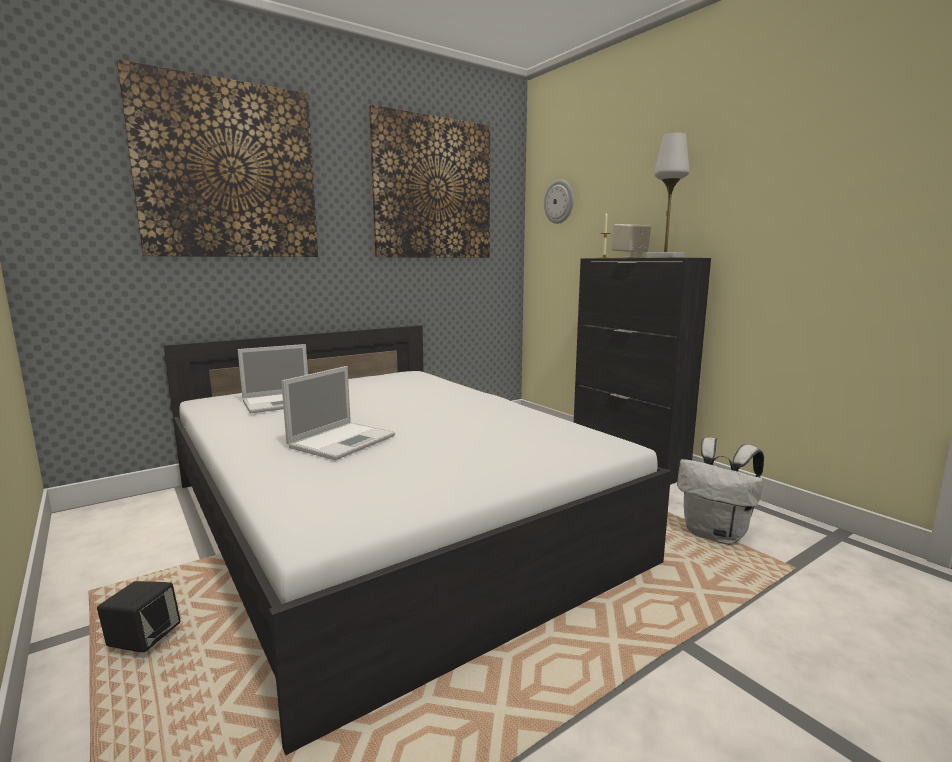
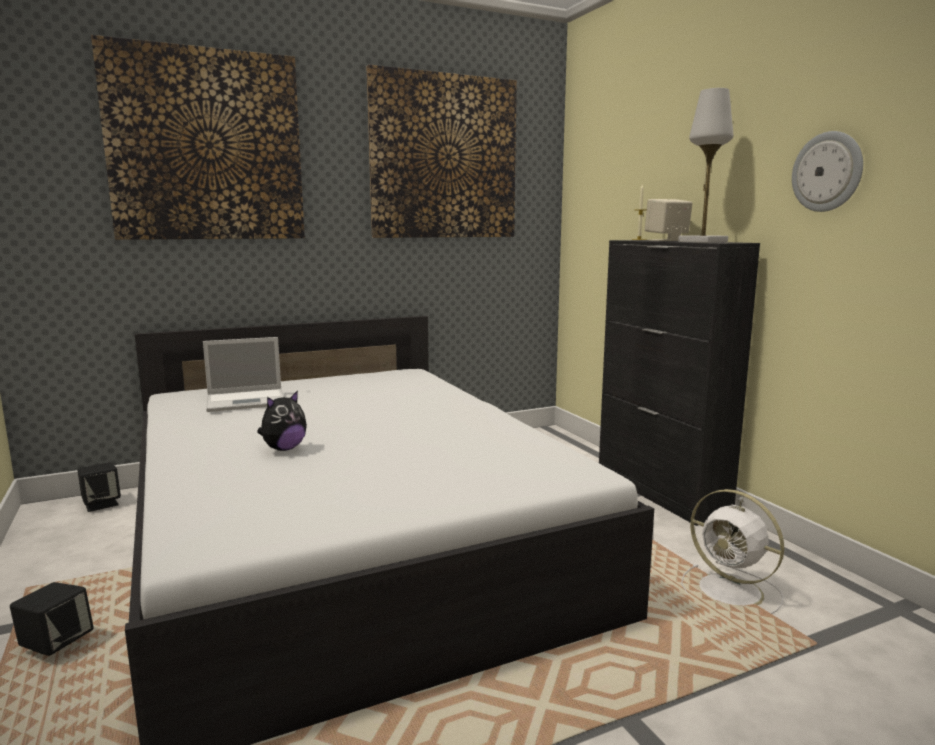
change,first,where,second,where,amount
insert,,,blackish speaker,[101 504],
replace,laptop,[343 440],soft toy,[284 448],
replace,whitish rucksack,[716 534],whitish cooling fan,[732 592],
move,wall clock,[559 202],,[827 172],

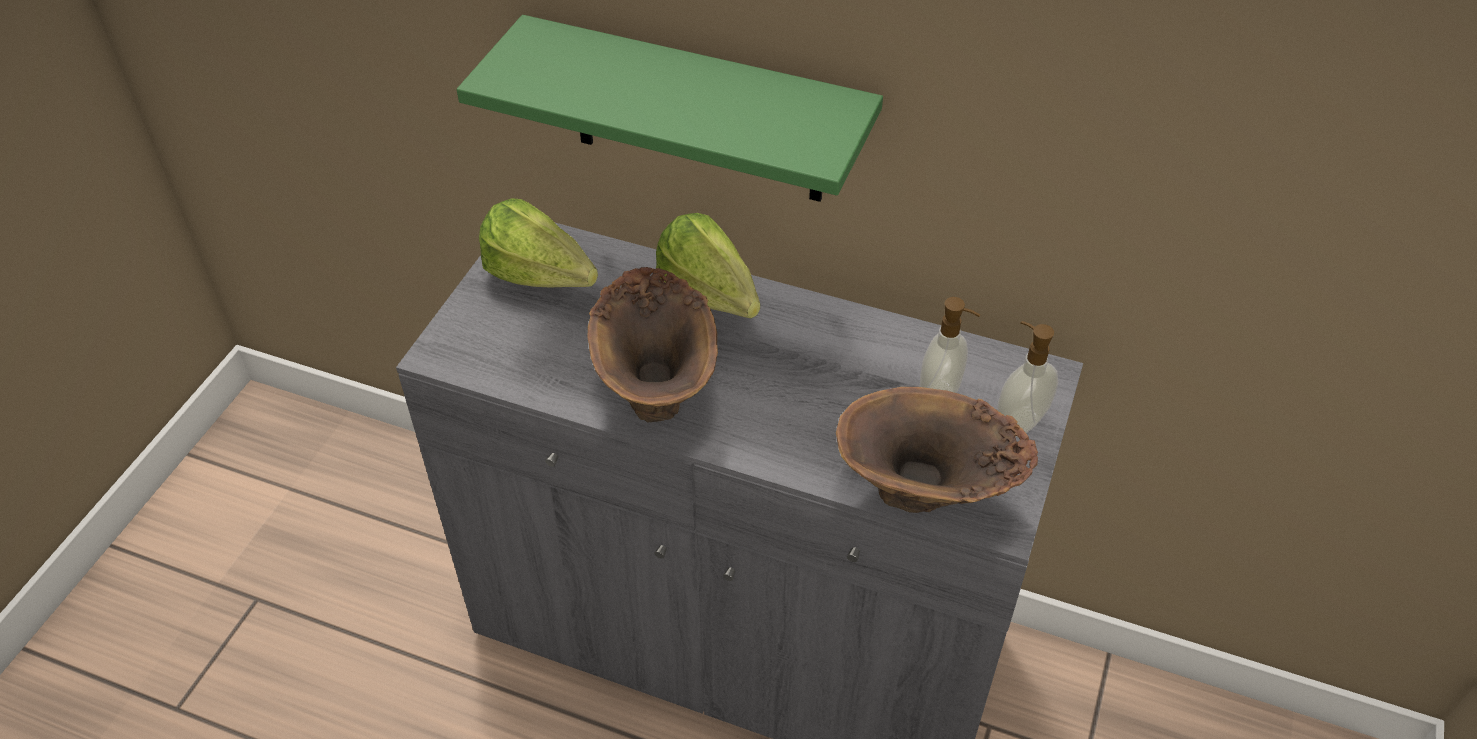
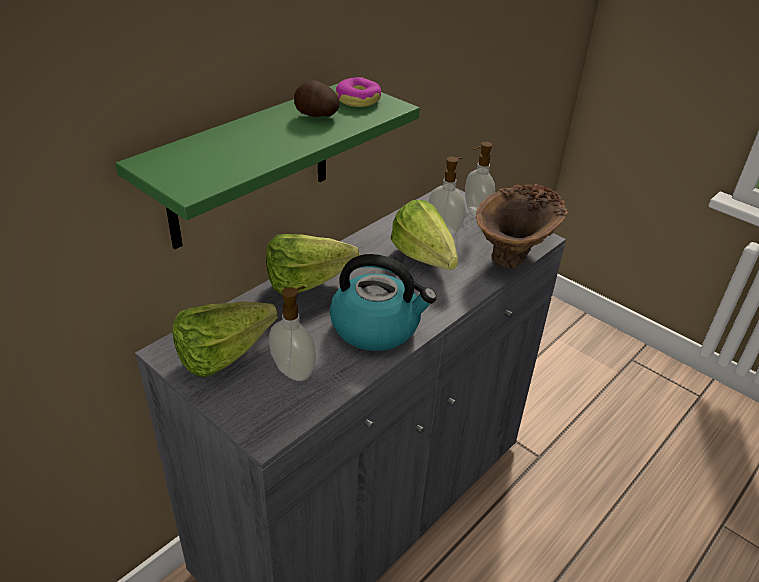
change,first,where,second,where,amount
insert,,,soap dispenser,[294 370],
insert,,,potato,[316 116],
replace,brownish vase,[658 389],water kettle,[377 327],
insert,,,donut,[358 100],
insert,,,lettuce head,[426 262],

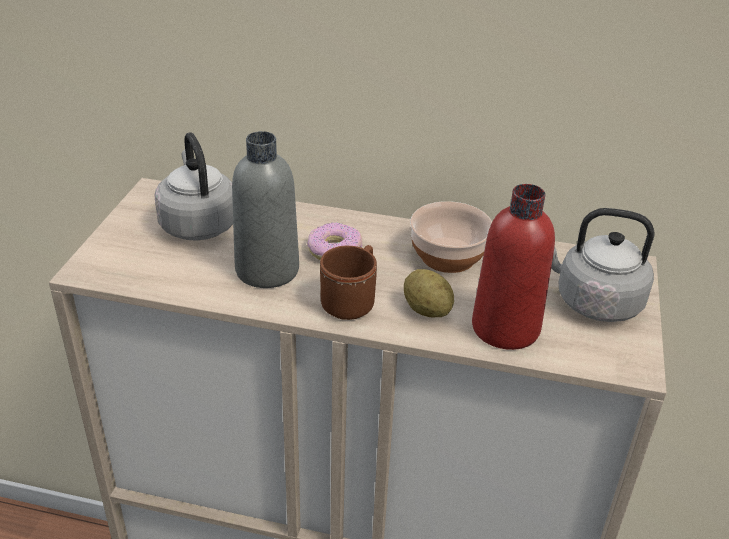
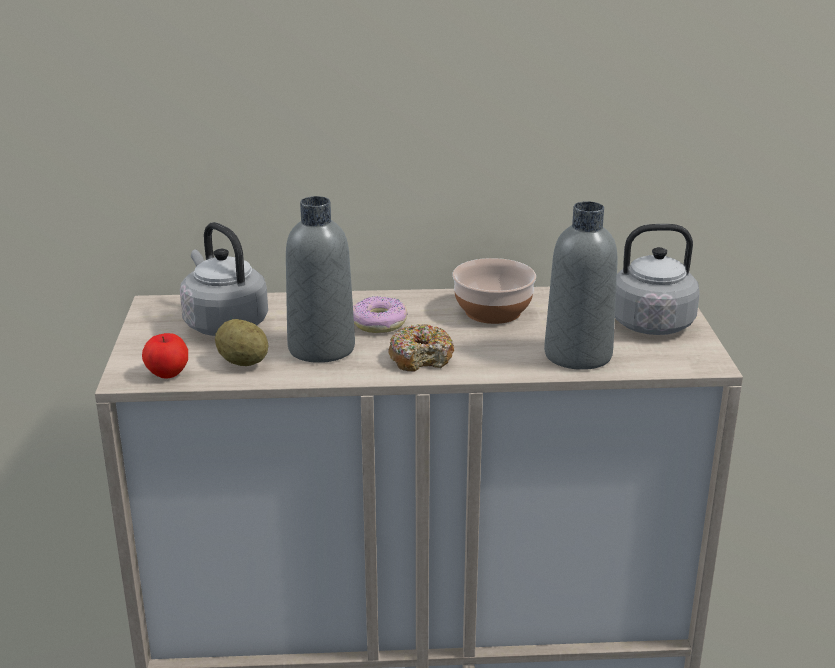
change,first,where,second,where,amount
insert,,,apple fruit,[168 373],
move,potato,[426 310],,[243 362],
replace,brownish mug,[352 300],donut,[421 358],
recolor,red drink bottle,[505 328],gray drink bottle,[578 355],

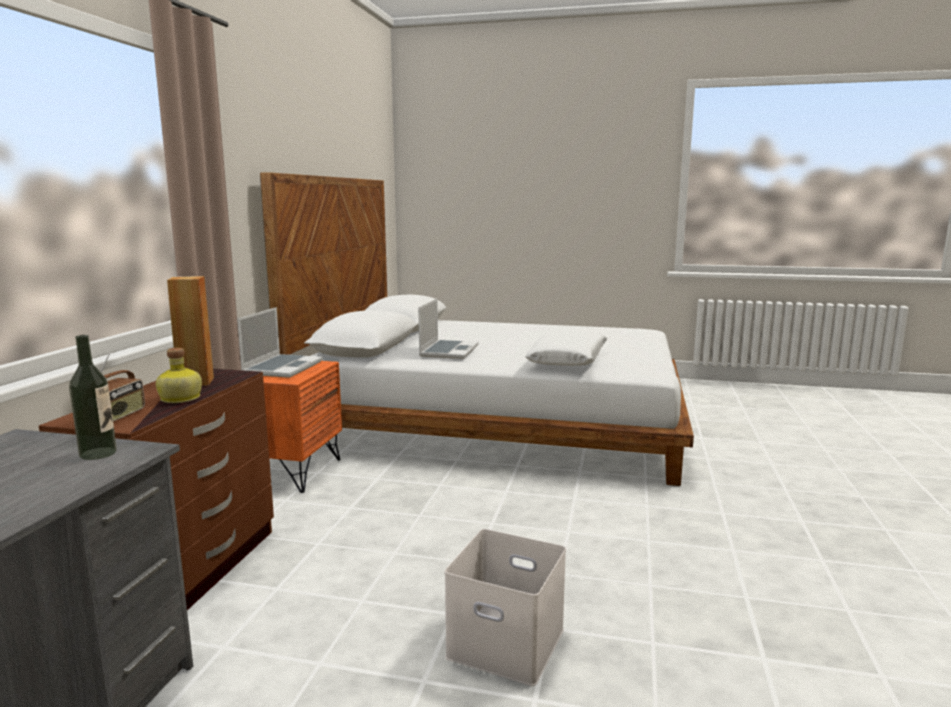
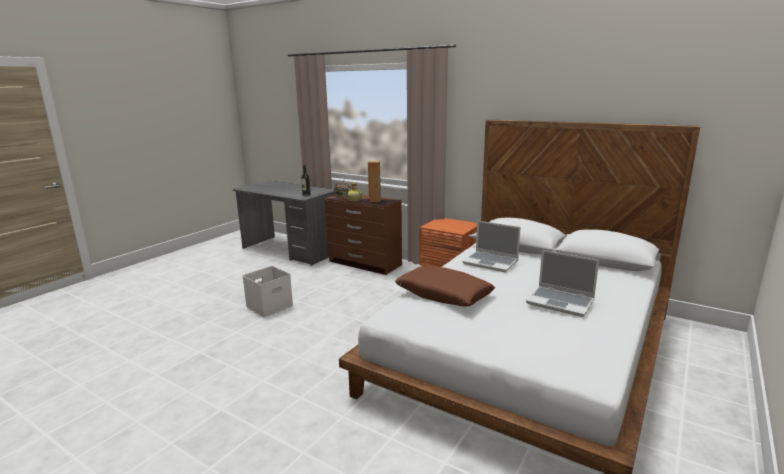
change,first,where,second,where,amount
recolor,whitish cushion,[568 359],brownish cushion,[443 294],
move,laptop,[282 367],,[561 302],

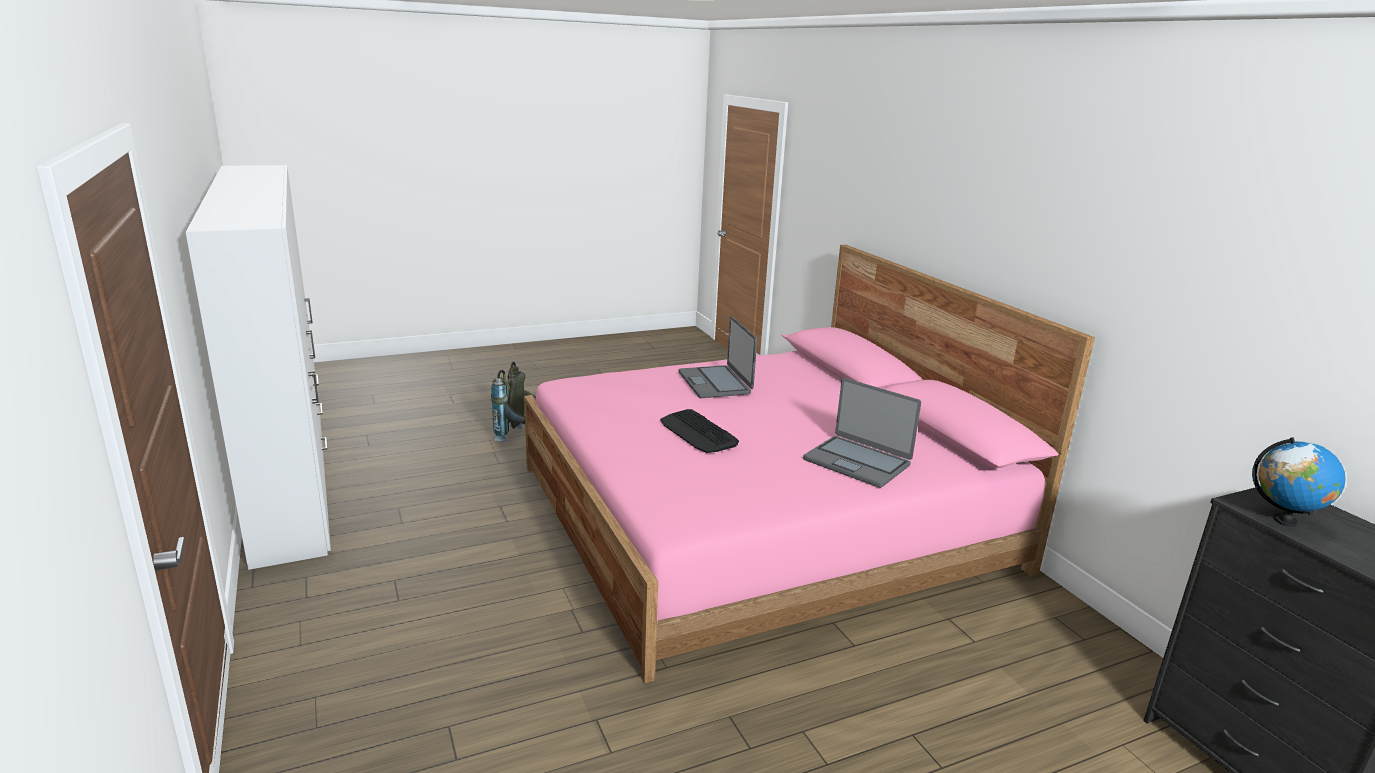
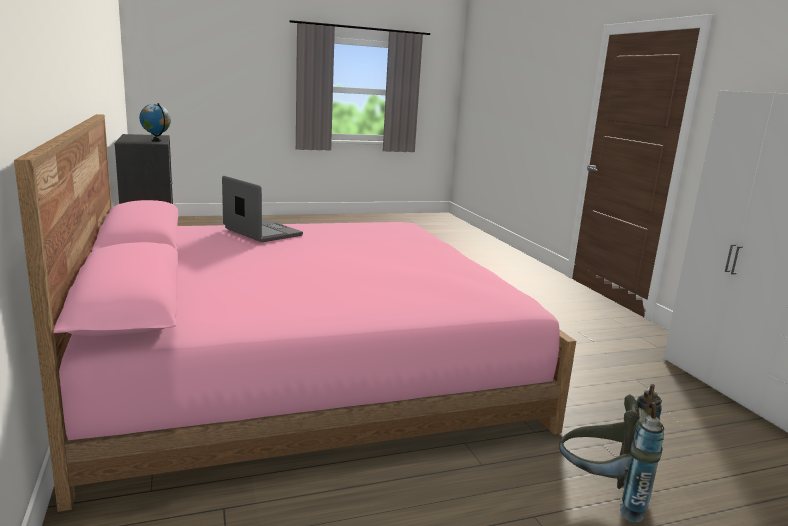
change,first,where,second,where,amount
delete,computer keyboard,[698 432],,,
delete,laptop,[715 383],,,

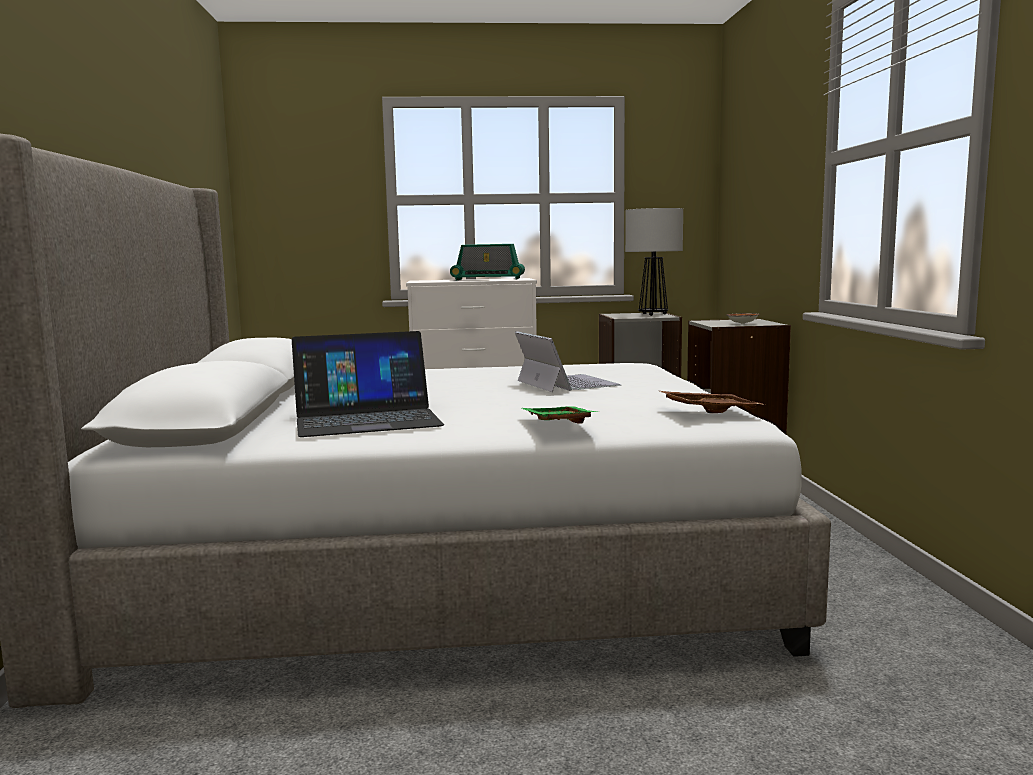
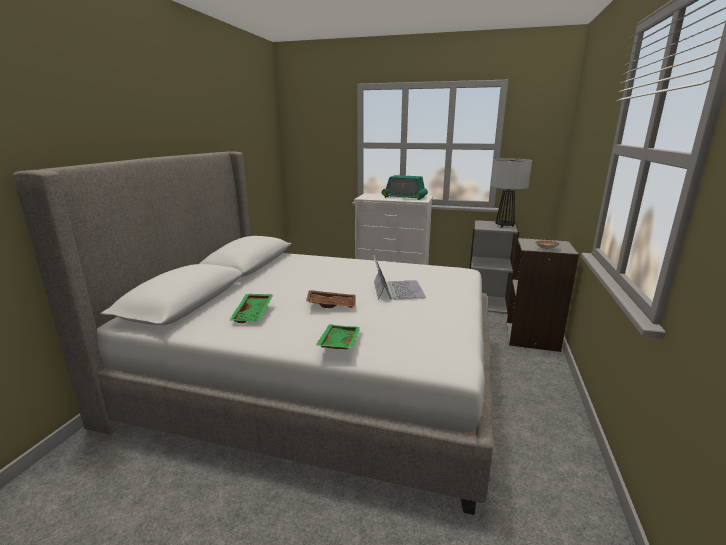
change,first,where,second,where,amount
replace,laptop,[366 419],green-coloured carrying tray,[254 313],
move,brownish carrying tray,[709 411],,[331 304],

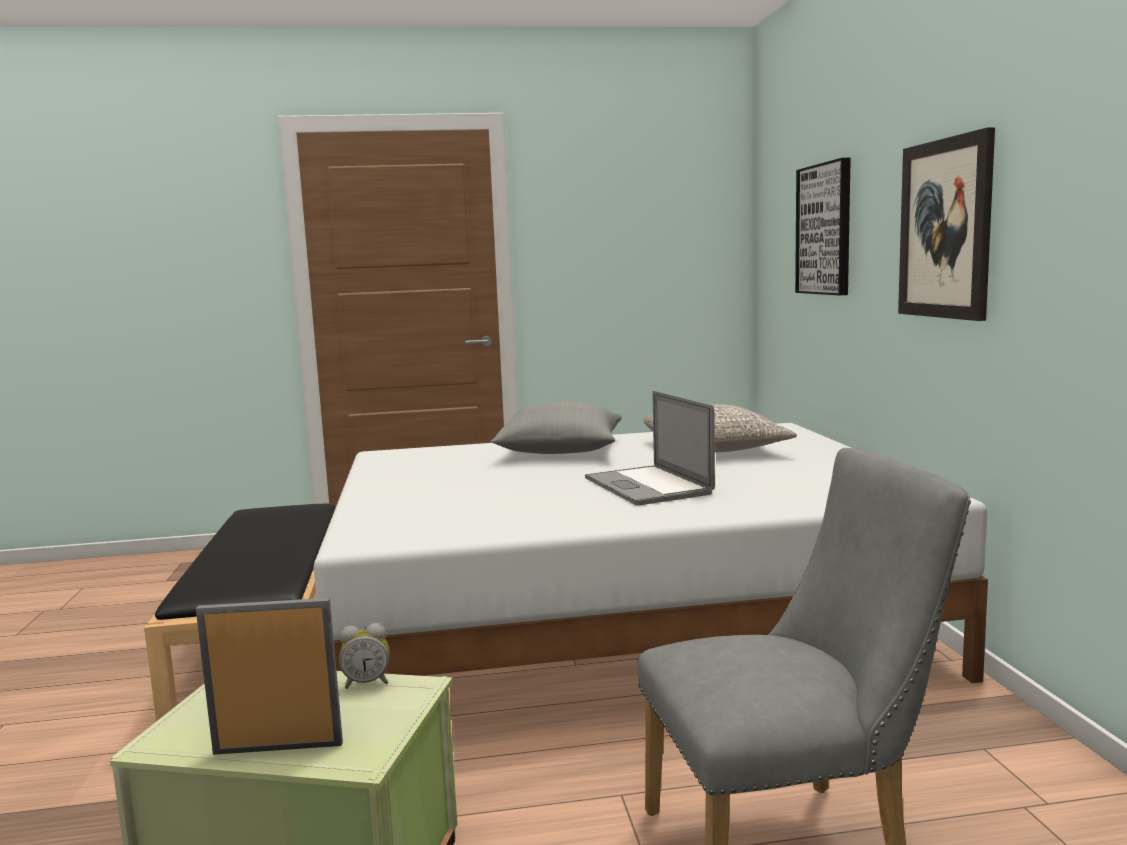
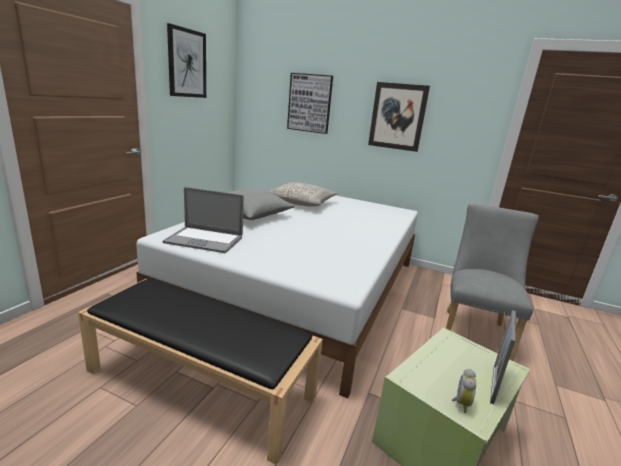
change,first,where,second,where,amount
move,laptop,[647 486],,[204 240],
insert,,,wall art,[187 63],
move,table clock,[367 683],,[460 403],

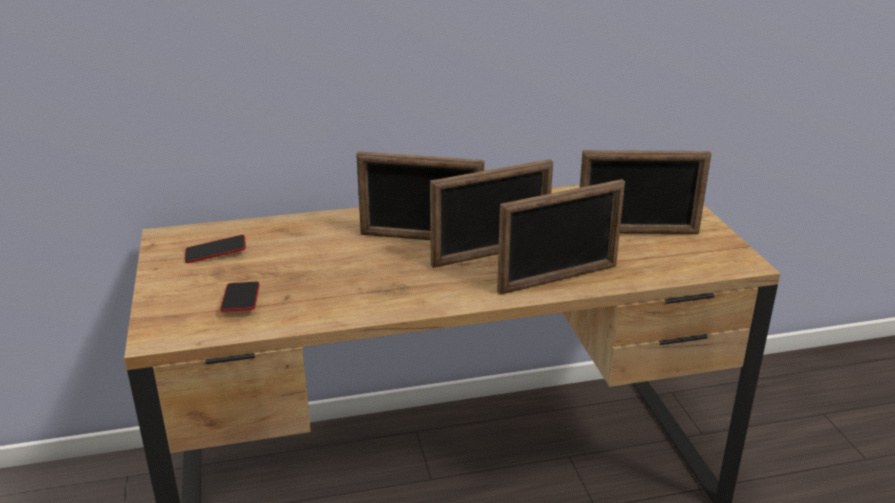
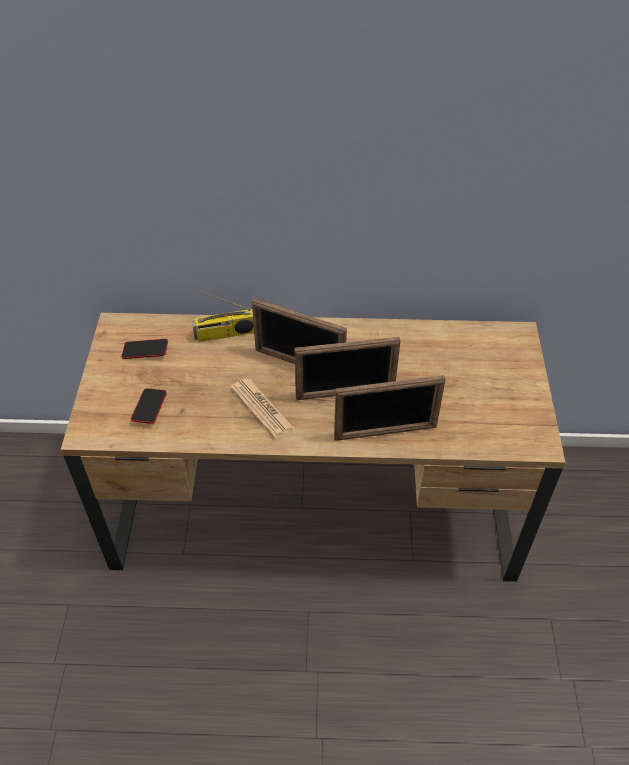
change,first,where,second,where,amount
insert,,,radio set,[224 334],
insert,,,printed paper,[262 408],
delete,photo frame,[637 232],,,

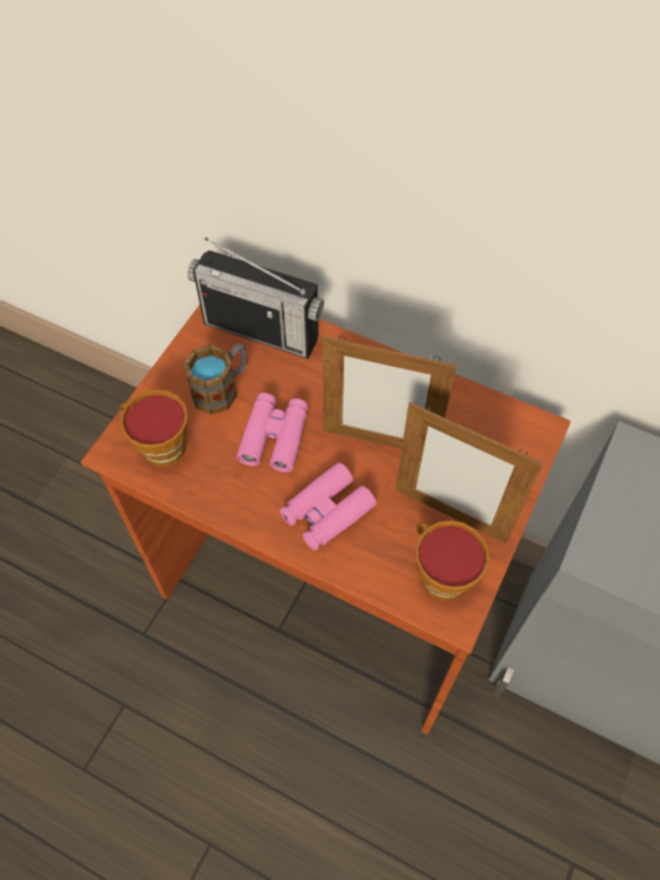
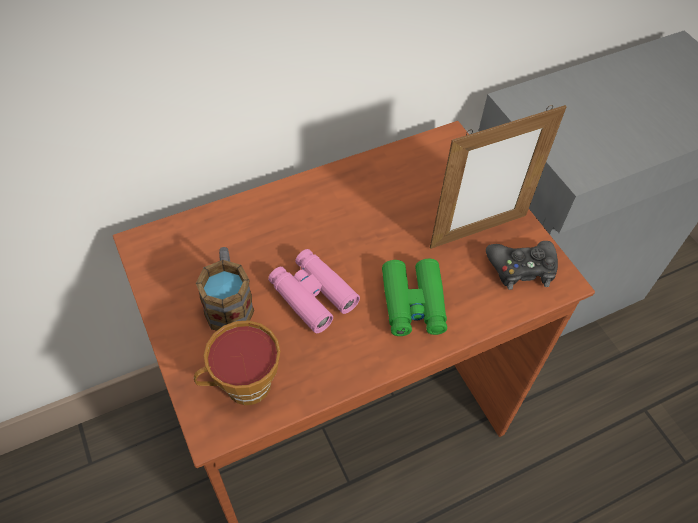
change,first,where,second,where,amount
recolor,pink-coloured field glasses,[327 512],green-coloured field glasses,[413 304],
replace,cup,[439 574],blackish gamepad,[521 268],
delete,radio set,[261 330],,,
delete,photo frame,[379 442],,,

